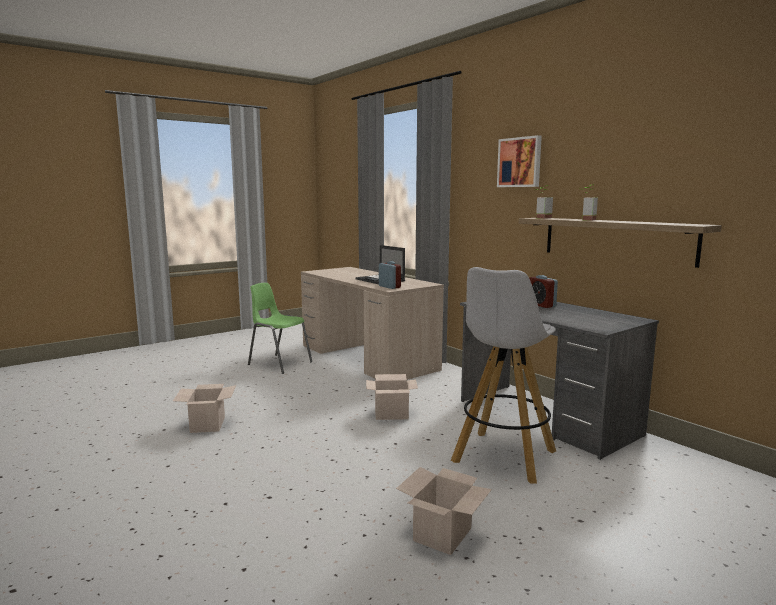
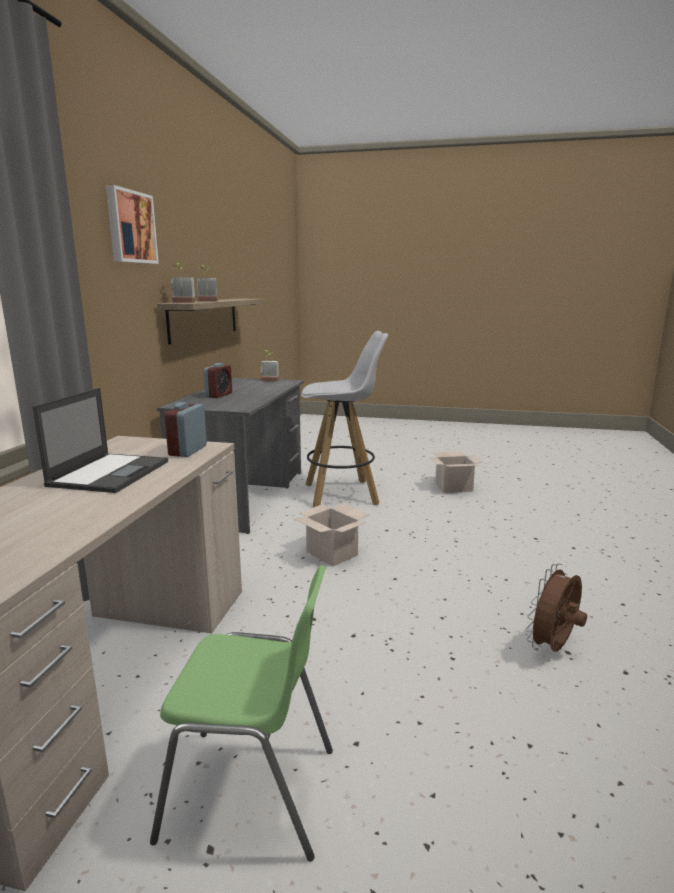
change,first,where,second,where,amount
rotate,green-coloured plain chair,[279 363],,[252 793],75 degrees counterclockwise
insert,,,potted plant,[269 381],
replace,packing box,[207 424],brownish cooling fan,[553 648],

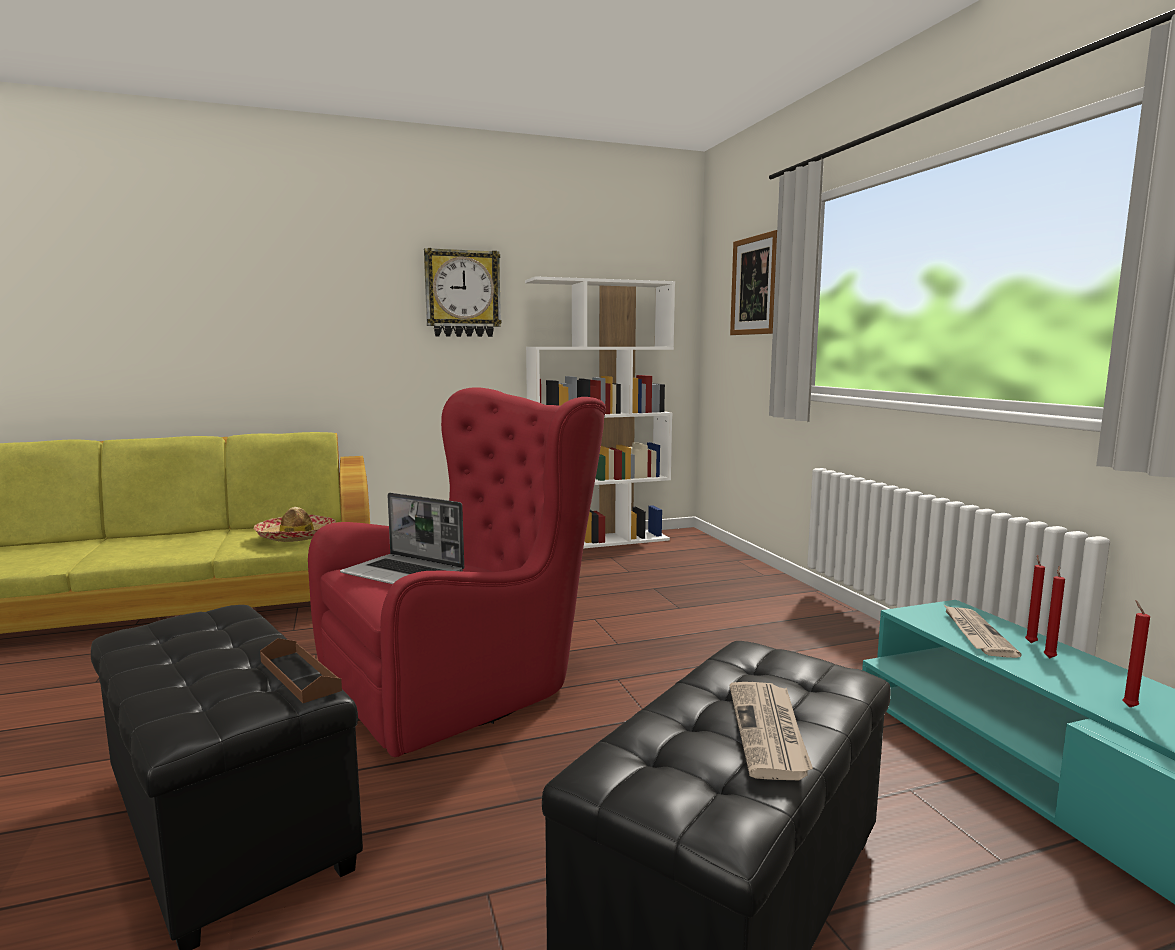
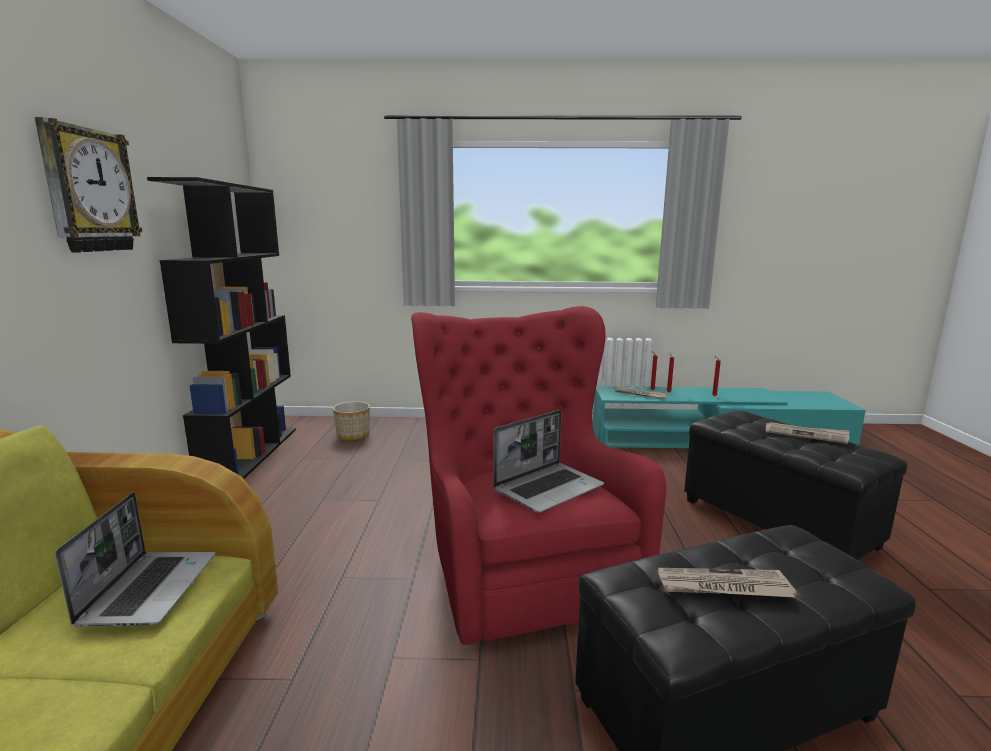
change,first,where,second,where,amount
replace,wearable hat,[296 536],laptop,[150 588],
recolor,whitish bookcase,[600 541],blackish bookcase,[250 454],
insert,,,flower pot,[353 435],
insert,,,printed paper,[723 587],
delete,brownish carrying tray,[299 675],,,
delete,wall art,[754 285],,,

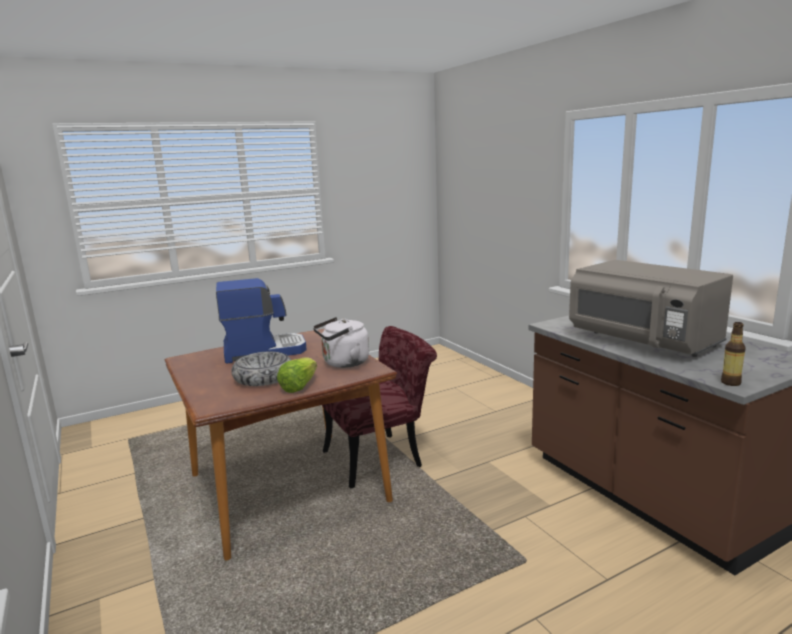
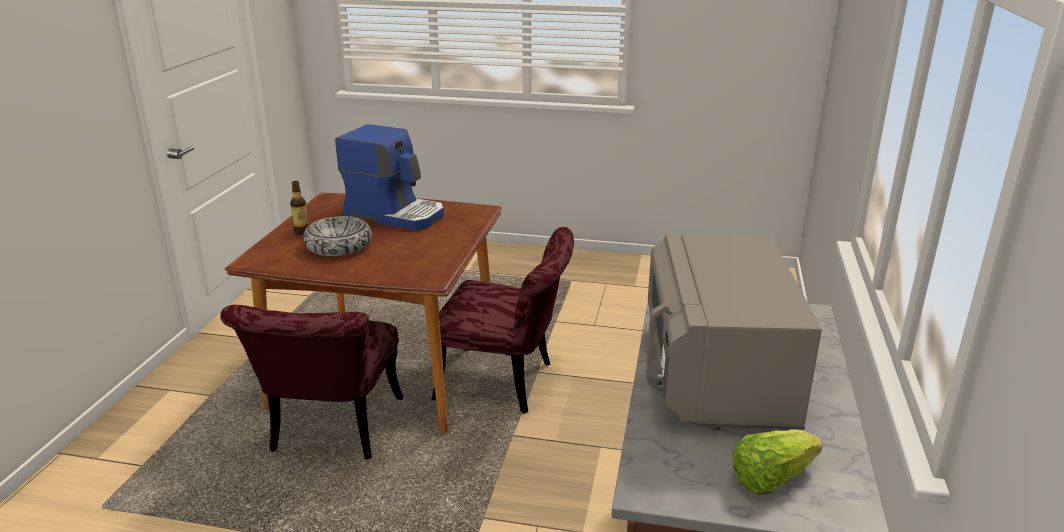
change,first,where,second,where,amount
insert,,,red plain chair,[332 433],
move,drink bottle,[730 383],,[302 232],
move,lettuce head,[299 386],,[771 478],
delete,whitish water kettle,[343 363],,,

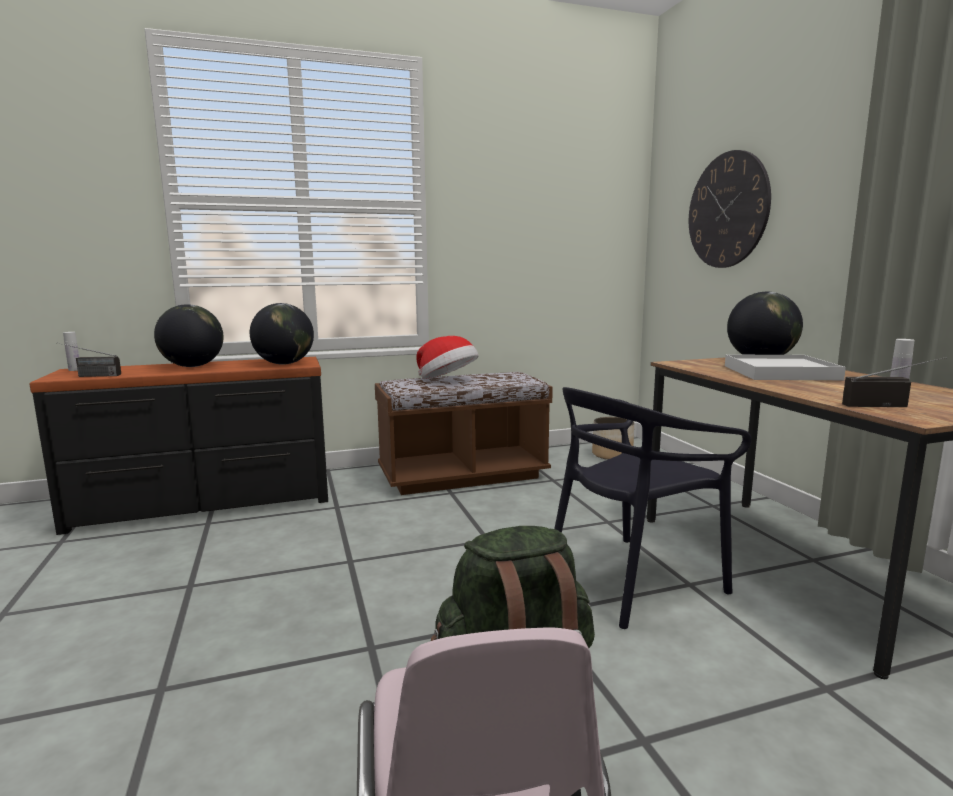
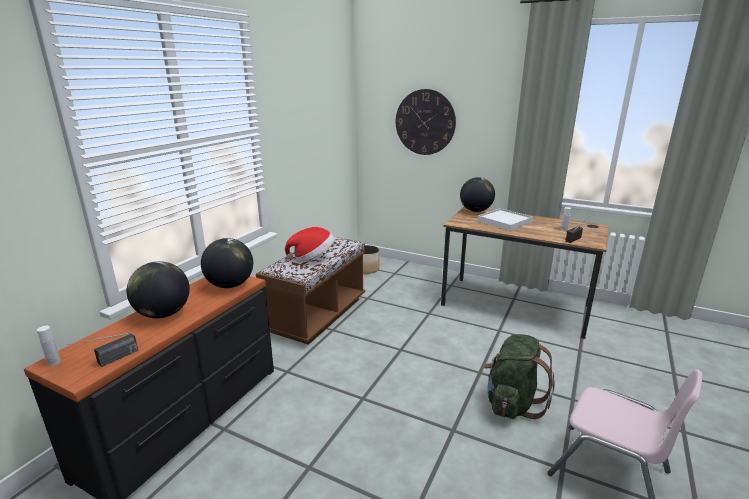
change,first,where,second,where,amount
delete,blackish plain chair,[632 581],,,

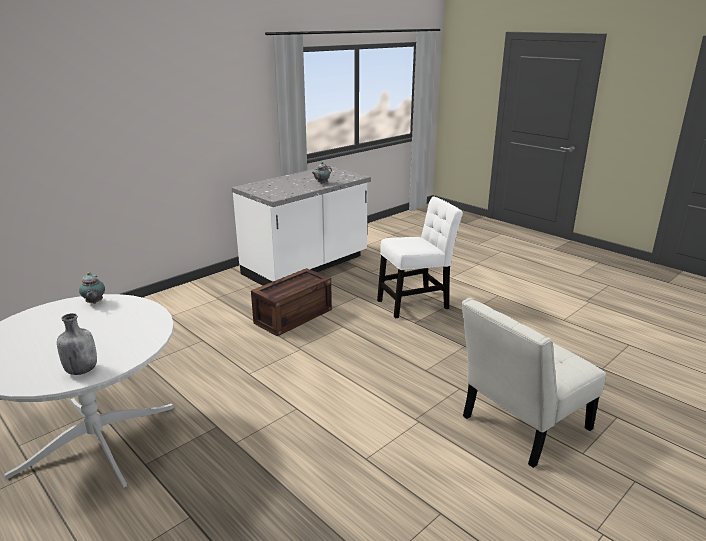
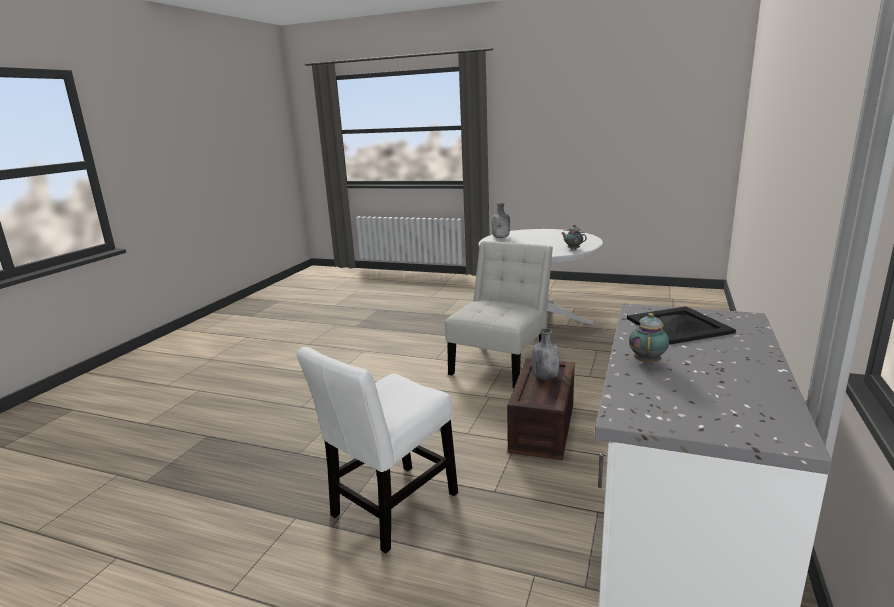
change,first,where,second,where,amount
move,whitish plain chair,[521 426],,[501 363],
insert,,,gray drink bottle,[545 377],
insert,,,blackish carrying tray,[679 325],

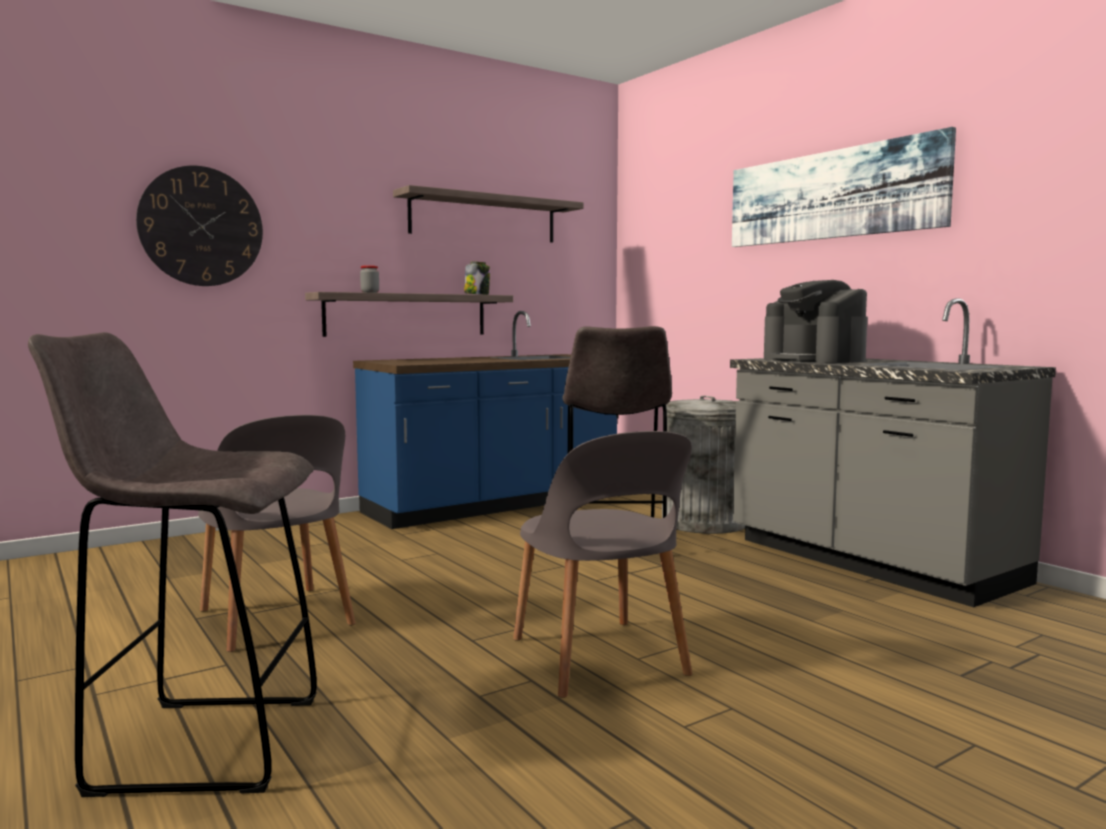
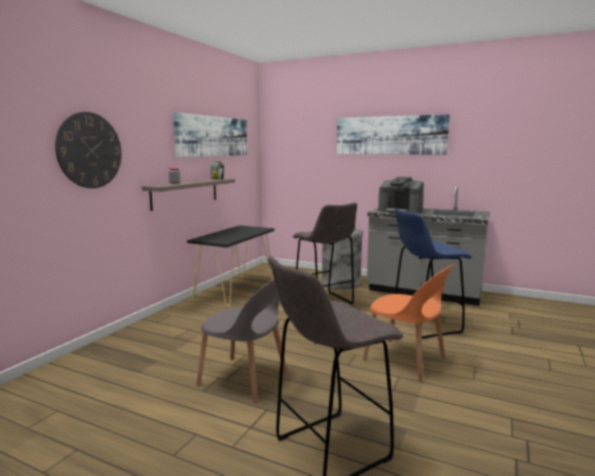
change,first,where,second,where,amount
replace,wall shelf,[484 218],wall art,[213 136],
replace,bluish kitchen base unit,[493 505],blackish console table,[235 290],
recolor,gray plain chair,[599 659],orange-coloured plain chair,[406 360],
insert,,,bluish stool,[424 326],

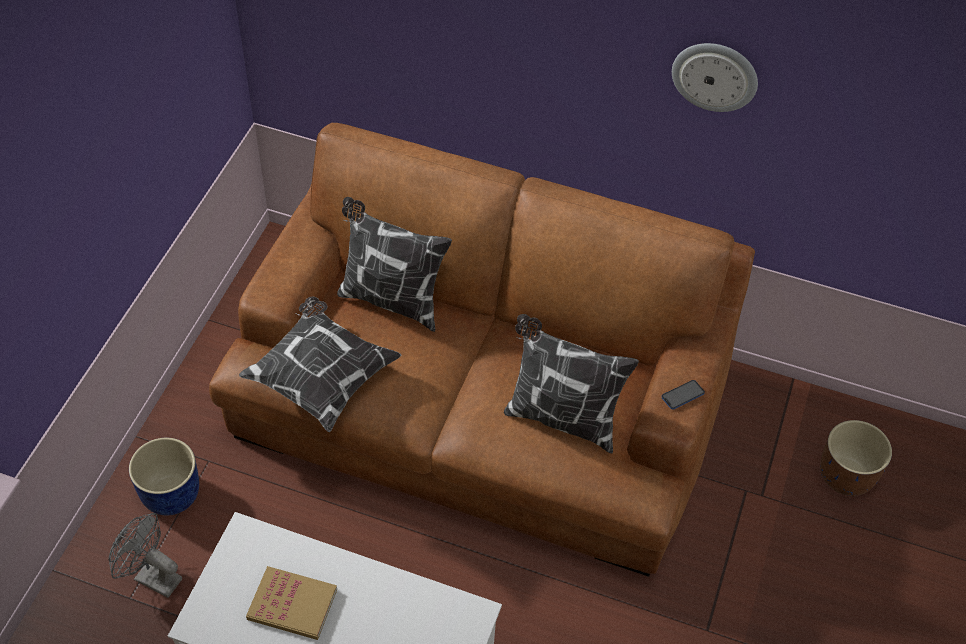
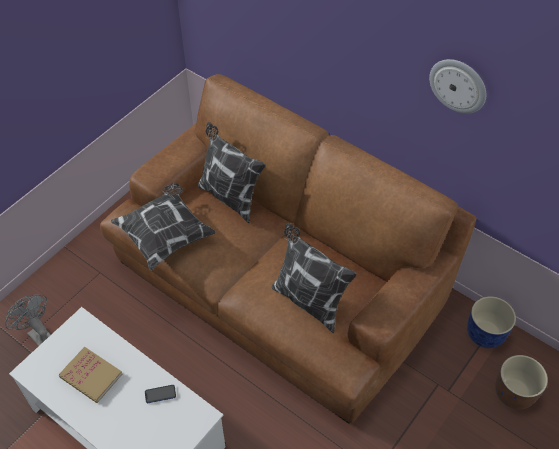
change,first,where,second,where,amount
move,handset,[682 395],,[160 394],
move,bluish flower pot,[172 494],,[486 334],

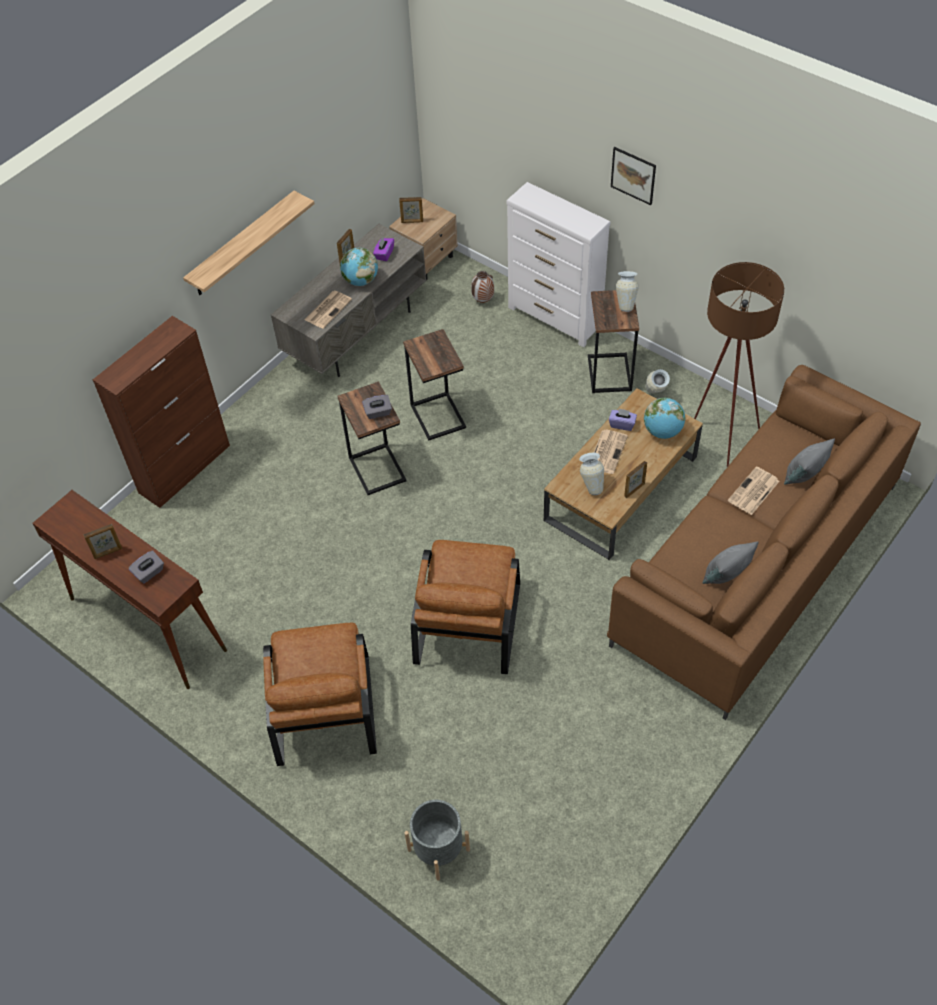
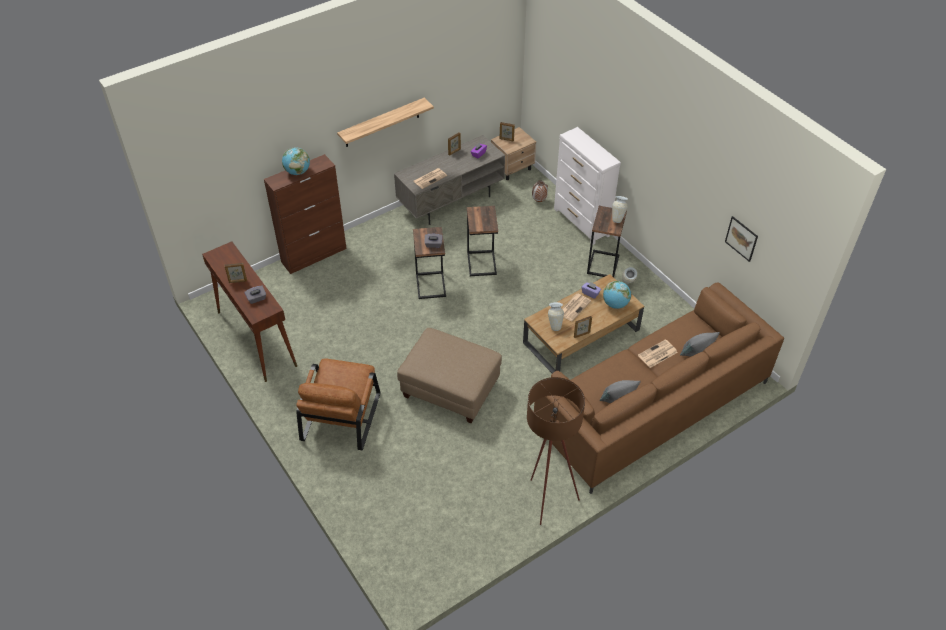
change,first,where,second,where,amount
move,globe,[360 280],,[297 172],
replace,brownish easy chair,[467 621],sand-coloured footrest,[450 389],
move,brownish standard lamp,[719 435],,[546 496],
move,wall art,[633 175],,[741 238],
delete,gray flower pot,[438 849],,,

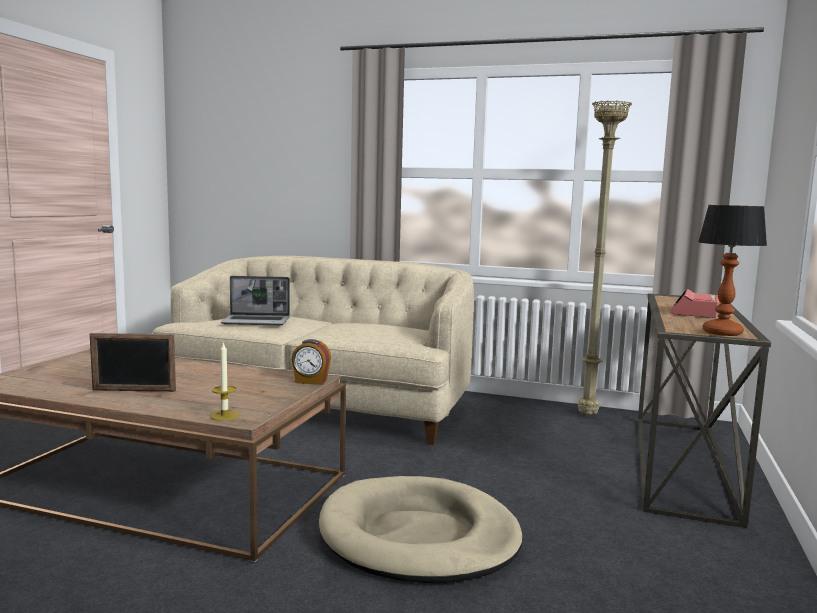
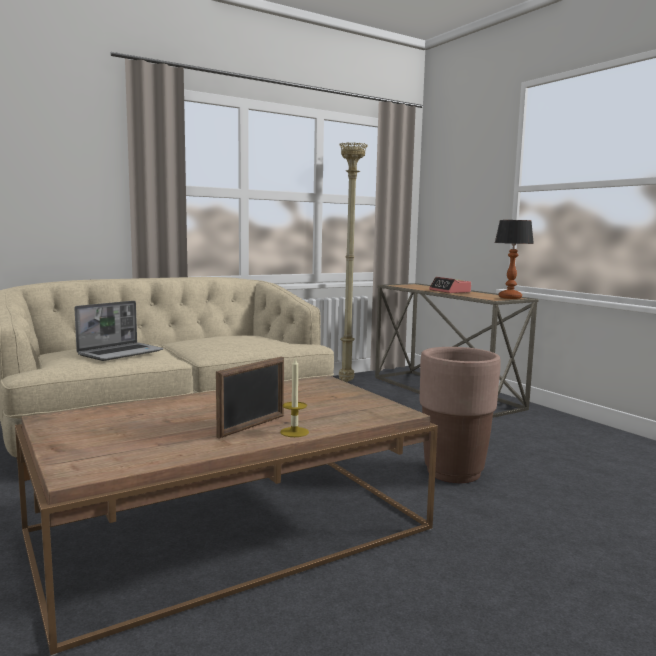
change,first,where,second,where,amount
move,wax candle,[224 416],,[294 432],
replace,sand-coloured dog cushion,[418 536],brownish flower pot,[453 472],
delete,table clock,[311 381],,,

